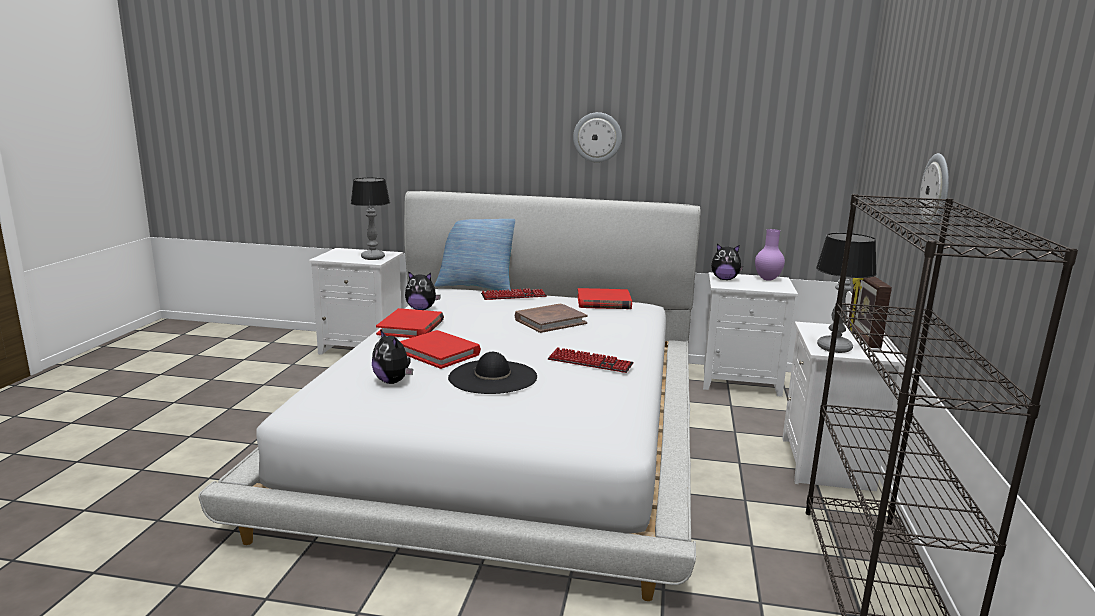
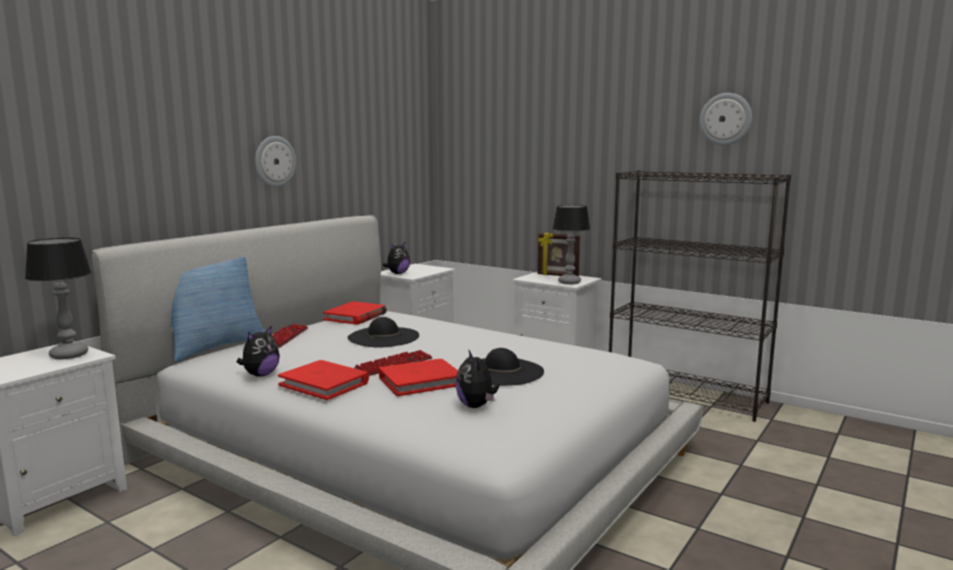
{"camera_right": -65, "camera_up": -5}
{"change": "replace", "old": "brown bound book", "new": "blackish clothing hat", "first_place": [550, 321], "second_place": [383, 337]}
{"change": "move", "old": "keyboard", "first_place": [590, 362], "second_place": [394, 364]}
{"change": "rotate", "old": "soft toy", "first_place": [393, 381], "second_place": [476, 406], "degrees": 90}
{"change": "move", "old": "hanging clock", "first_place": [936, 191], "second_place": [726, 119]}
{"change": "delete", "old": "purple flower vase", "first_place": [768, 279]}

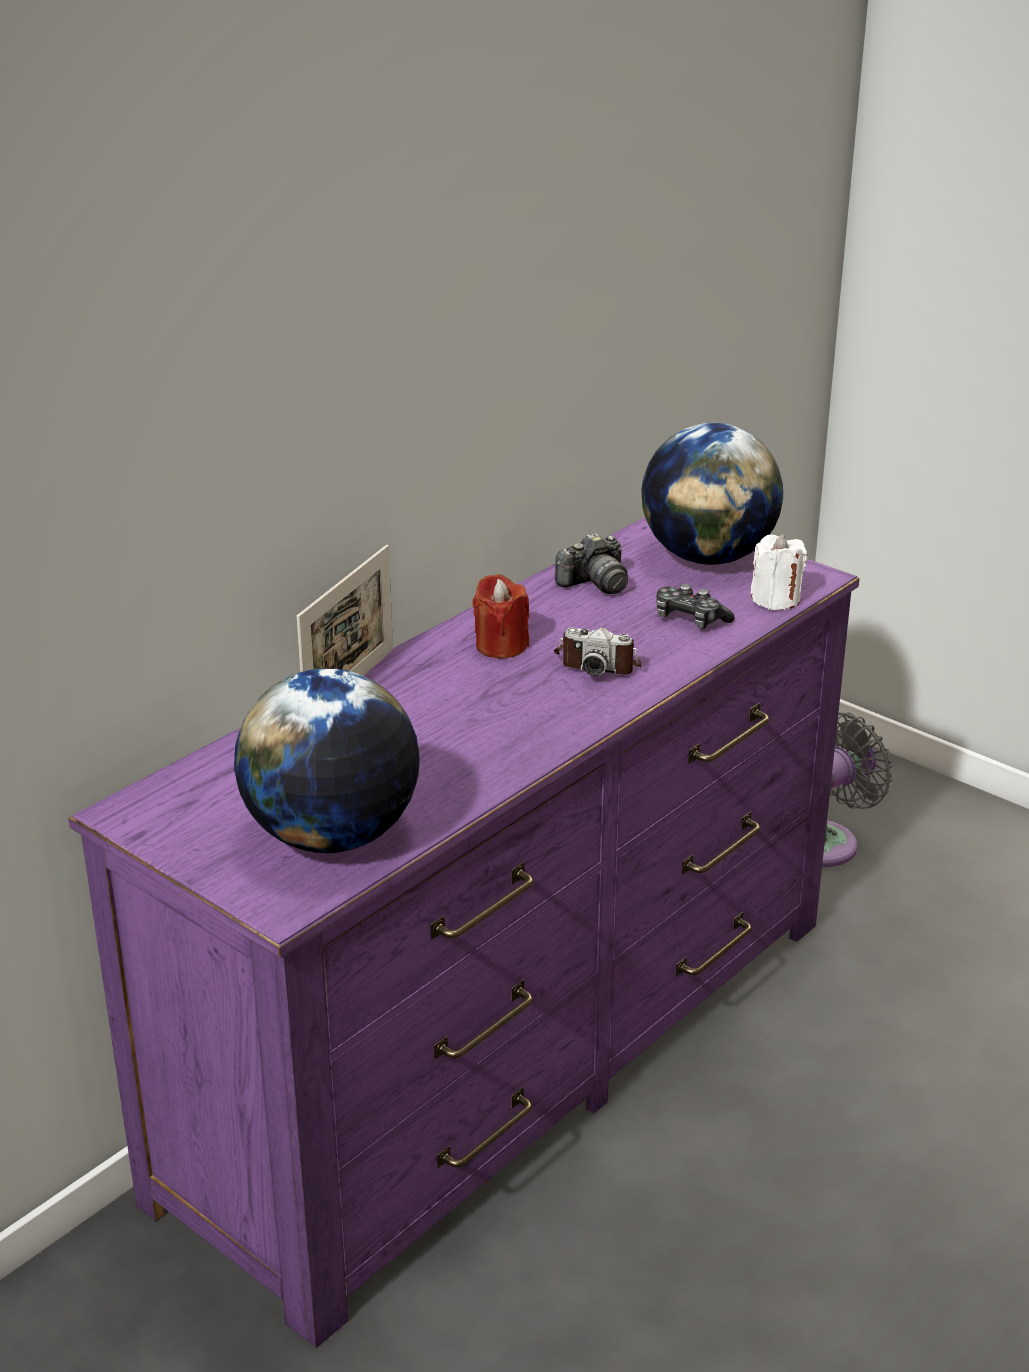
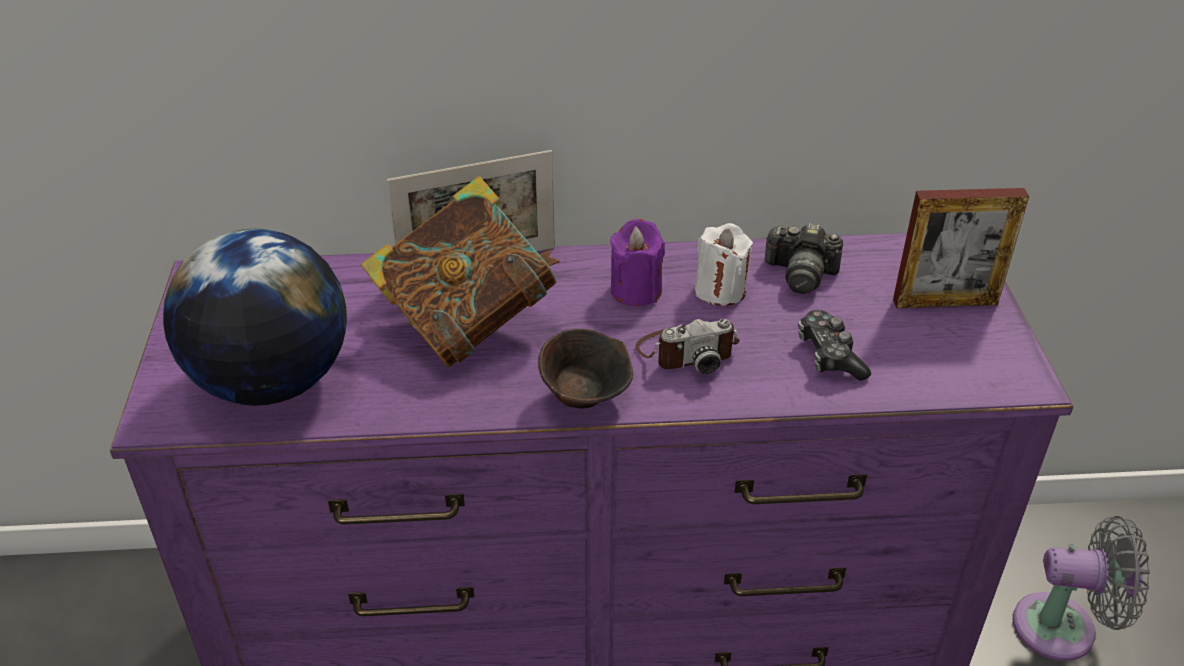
{"camera_right": 45, "camera_up": 10}
{"change": "insert", "new": "bound book", "second_place": [468, 322]}
{"change": "insert", "new": "brown serving bowl", "second_place": [585, 396]}
{"change": "recolor", "old": "reddish wax light", "new": "purple wax light", "first_place": [501, 646], "second_place": [636, 290]}
{"change": "rotate", "old": "still camera", "first_place": [598, 662], "second_place": [686, 351], "degrees": -75}
{"change": "move", "old": "white wax light", "first_place": [775, 599], "second_place": [720, 290]}
{"change": "replace", "old": "world globe", "new": "standing frame", "first_place": [708, 557], "second_place": [945, 302]}

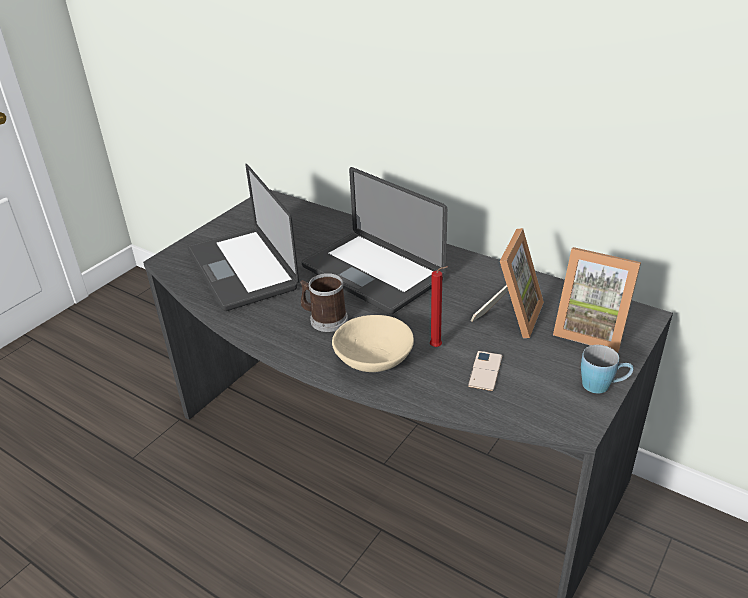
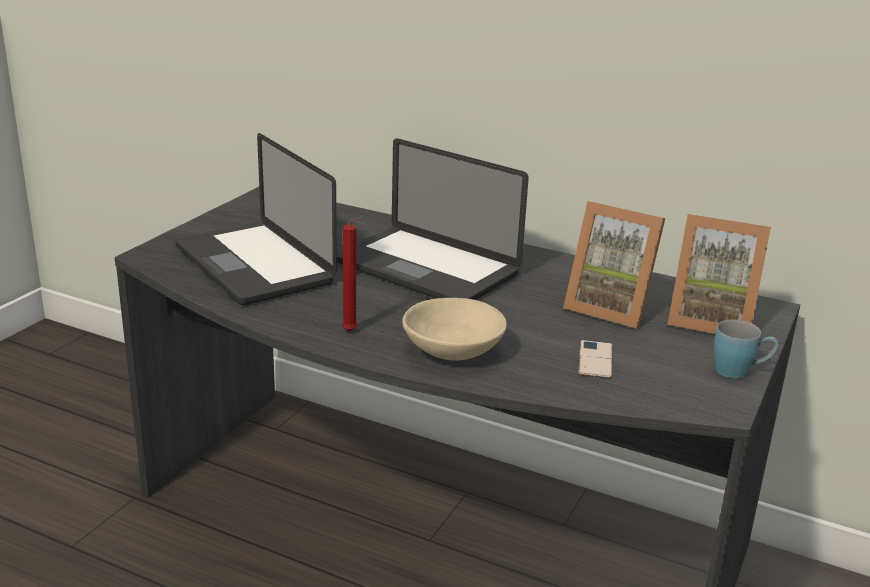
{"camera_right": -10, "camera_up": -10}
{"change": "move", "old": "reddish wax light", "first_place": [437, 347], "second_place": [352, 332]}
{"change": "rotate", "old": "standing frame", "first_place": [510, 316], "second_place": [610, 308], "degrees": 105}
{"change": "delete", "old": "tea mug", "first_place": [324, 319]}

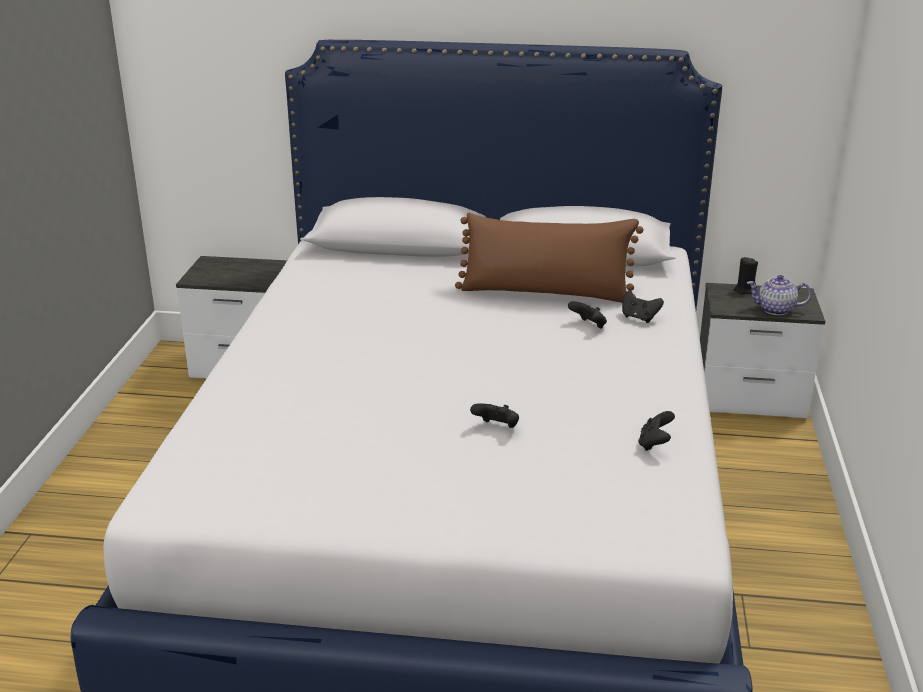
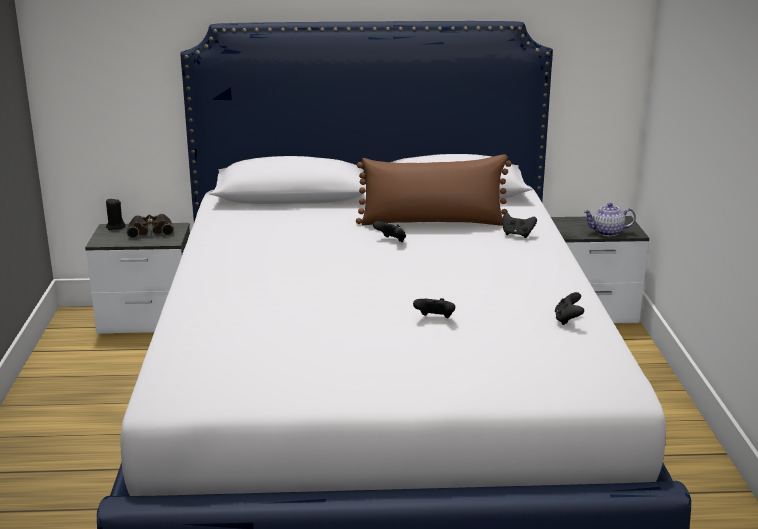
{"camera_right": -10, "camera_up": -5}
{"change": "move", "old": "blackish wax light", "first_place": [745, 290], "second_place": [115, 227]}
{"change": "insert", "new": "field glasses", "second_place": [151, 231]}
{"change": "move", "old": "blackish gamepad", "first_place": [588, 326], "second_place": [391, 241]}

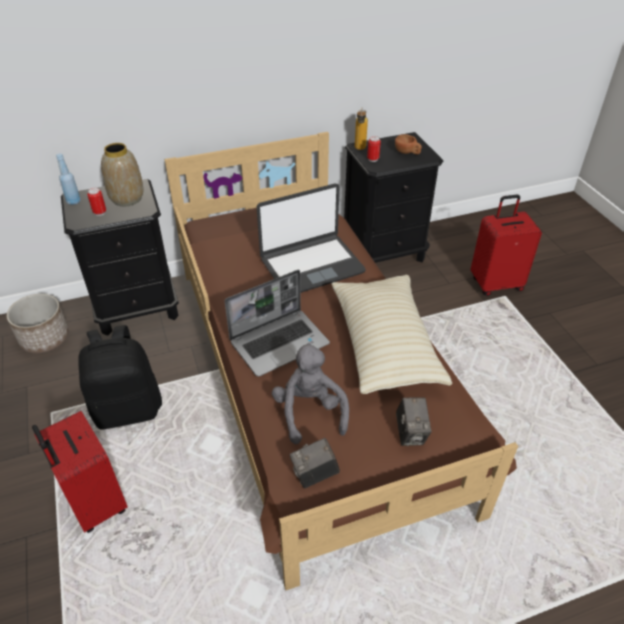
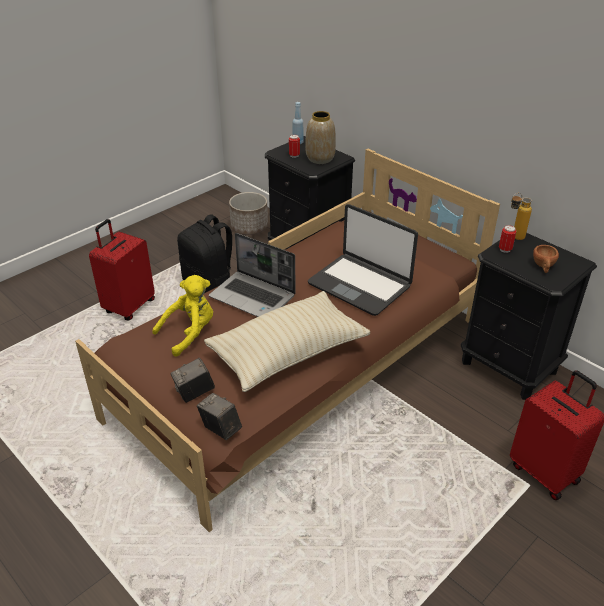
{"camera_right": 65, "camera_up": -5}
{"change": "recolor", "old": "greyish soft toy", "new": "yellow soft toy", "first_place": [309, 412], "second_place": [190, 333]}
{"change": "move", "old": "still camera", "first_place": [315, 475], "second_place": [220, 429]}

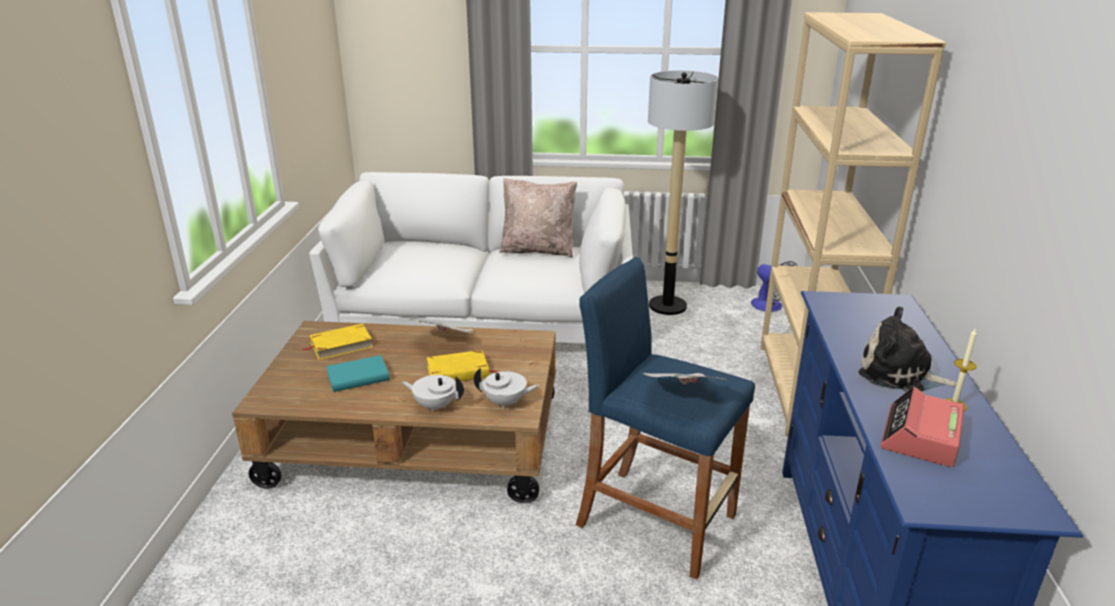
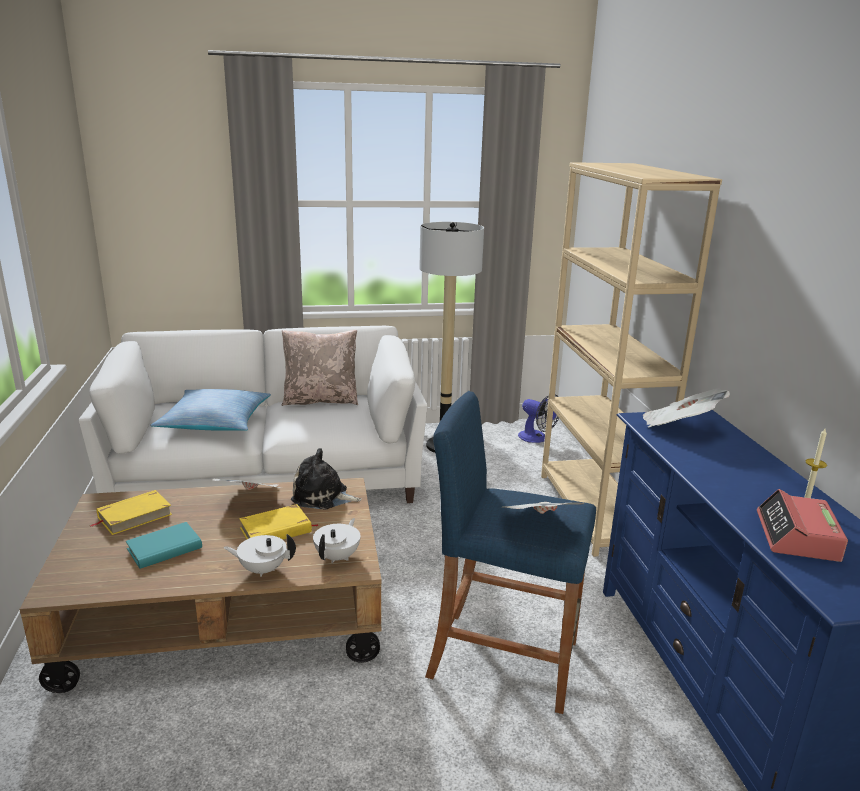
{"camera_right": -15, "camera_up": -5}
{"change": "insert", "new": "cushion", "second_place": [215, 421]}
{"change": "move", "old": "soft toy", "first_place": [900, 374], "second_place": [323, 496]}
{"change": "rotate", "old": "white pot for tea", "first_place": [505, 403], "second_place": [338, 556], "degrees": -60}
{"change": "insert", "new": "printed paper", "second_place": [679, 426]}

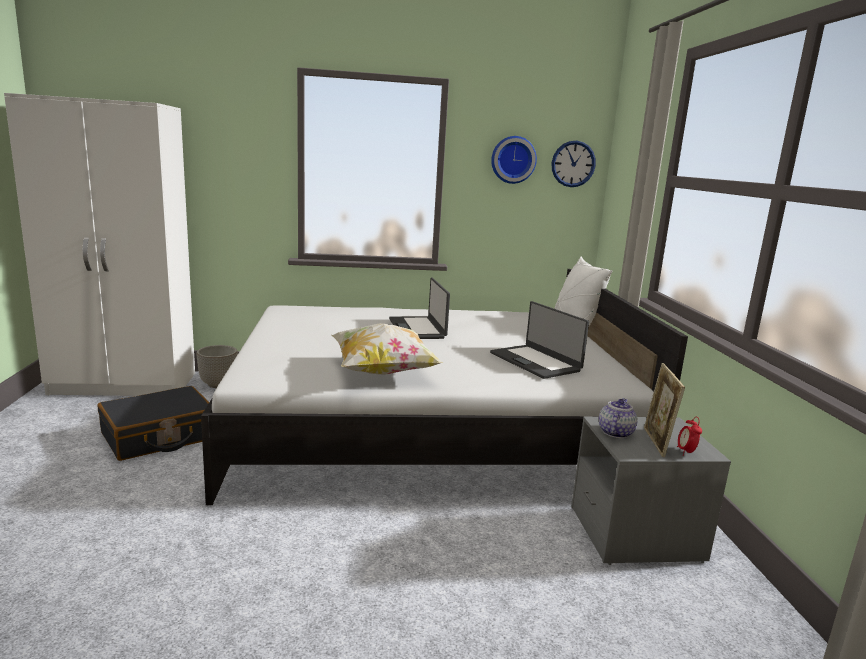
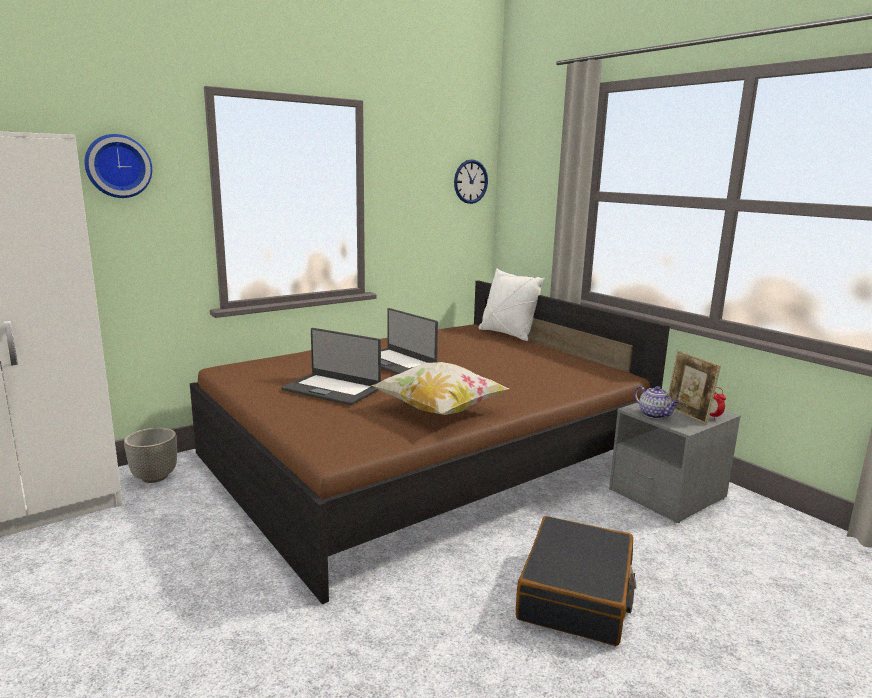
{"camera_right": -30, "camera_up": 0}
{"change": "move", "old": "hanging clock", "first_place": [513, 159], "second_place": [118, 166]}
{"change": "recolor", "old": "white bedroom bed", "new": "brown bedroom bed", "first_place": [426, 427], "second_place": [423, 459]}
{"change": "move", "old": "laptop", "first_place": [535, 362], "second_place": [332, 389]}
{"change": "move", "old": "blackish suitcase", "first_place": [159, 436], "second_place": [576, 595]}
{"change": "rotate", "old": "pot for tea", "first_place": [615, 432], "second_place": [655, 415], "degrees": 150}

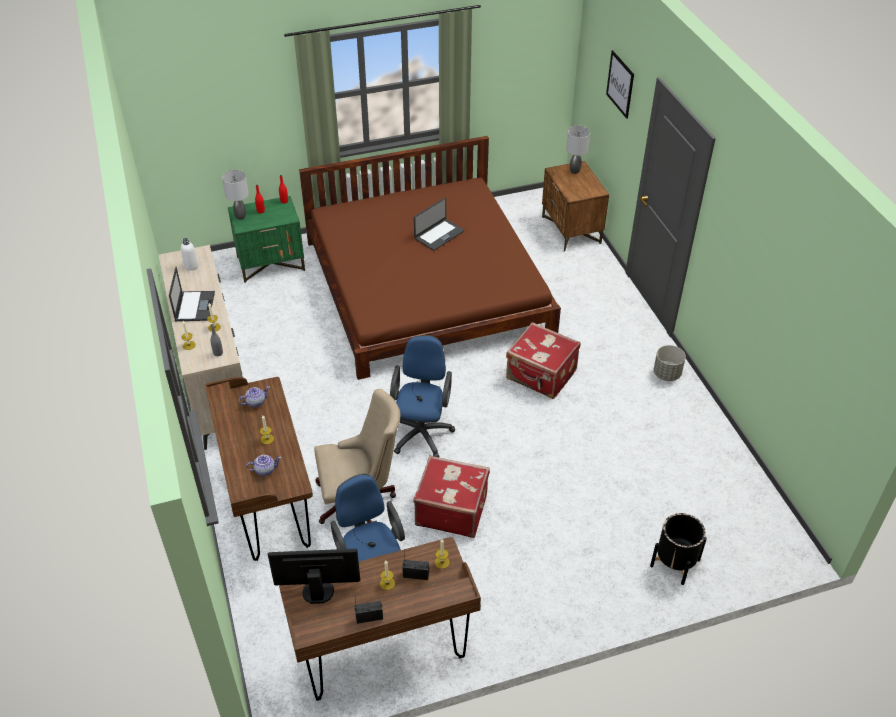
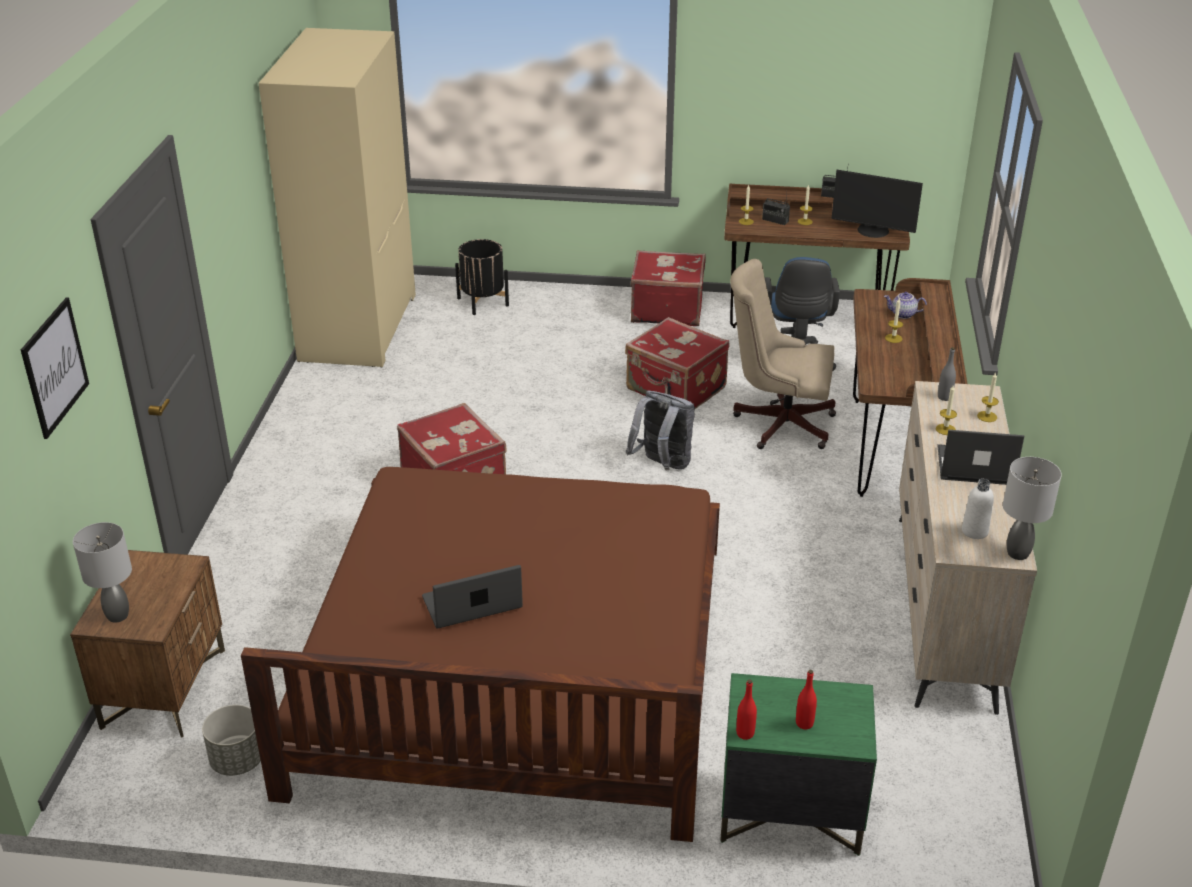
{"camera_right": -155, "camera_up": -10}
{"change": "move", "old": "greyish planter", "first_place": [666, 374], "second_place": [238, 760]}
{"change": "insert", "new": "beige-coloured wardrobe", "second_place": [357, 327]}
{"change": "replace", "old": "bluish desk chair", "new": "greyish backpack", "first_place": [422, 432], "second_place": [662, 465]}
{"change": "insert", "new": "reddish suitcase", "second_place": [666, 309]}
{"change": "rotate", "old": "laptop", "first_place": [194, 306], "second_place": [974, 466], "degrees": 75}
{"change": "move", "old": "greyish tabletop lamp", "first_place": [240, 216], "second_place": [1018, 553]}
{"change": "delete", "old": "pot for tea", "first_place": [256, 402]}

